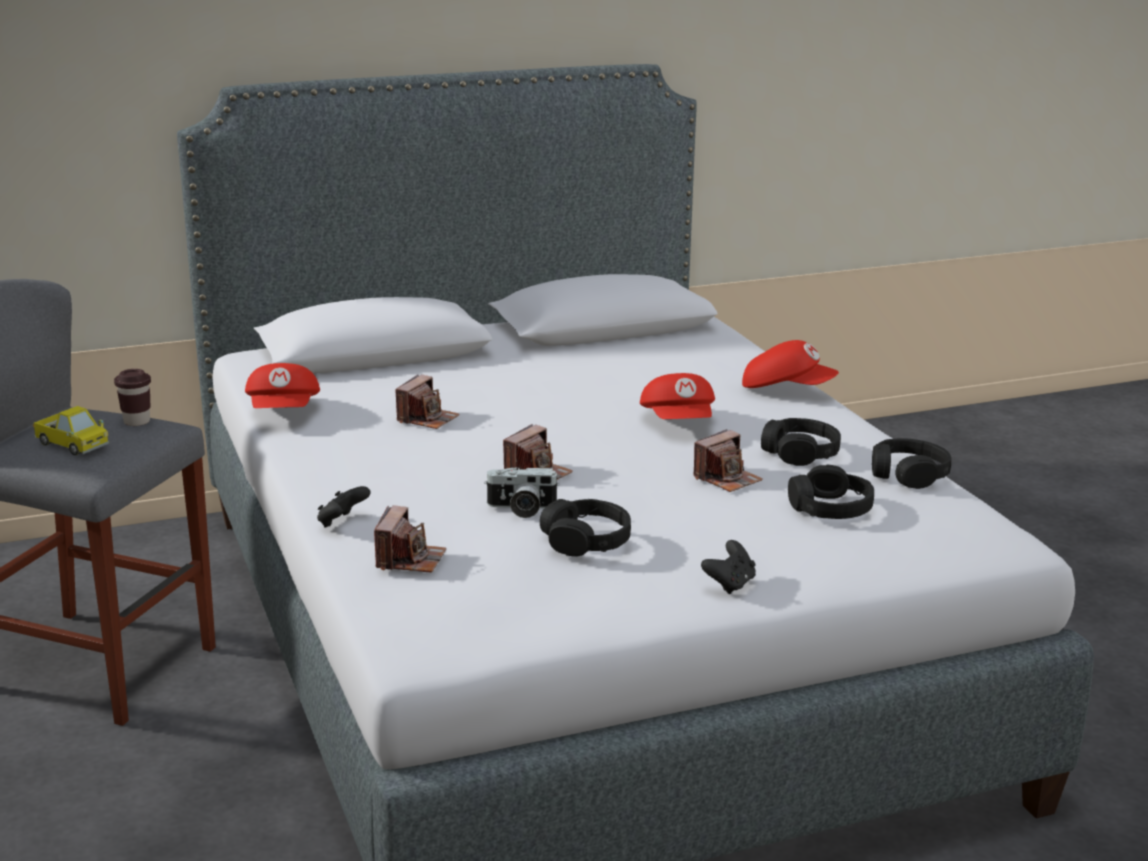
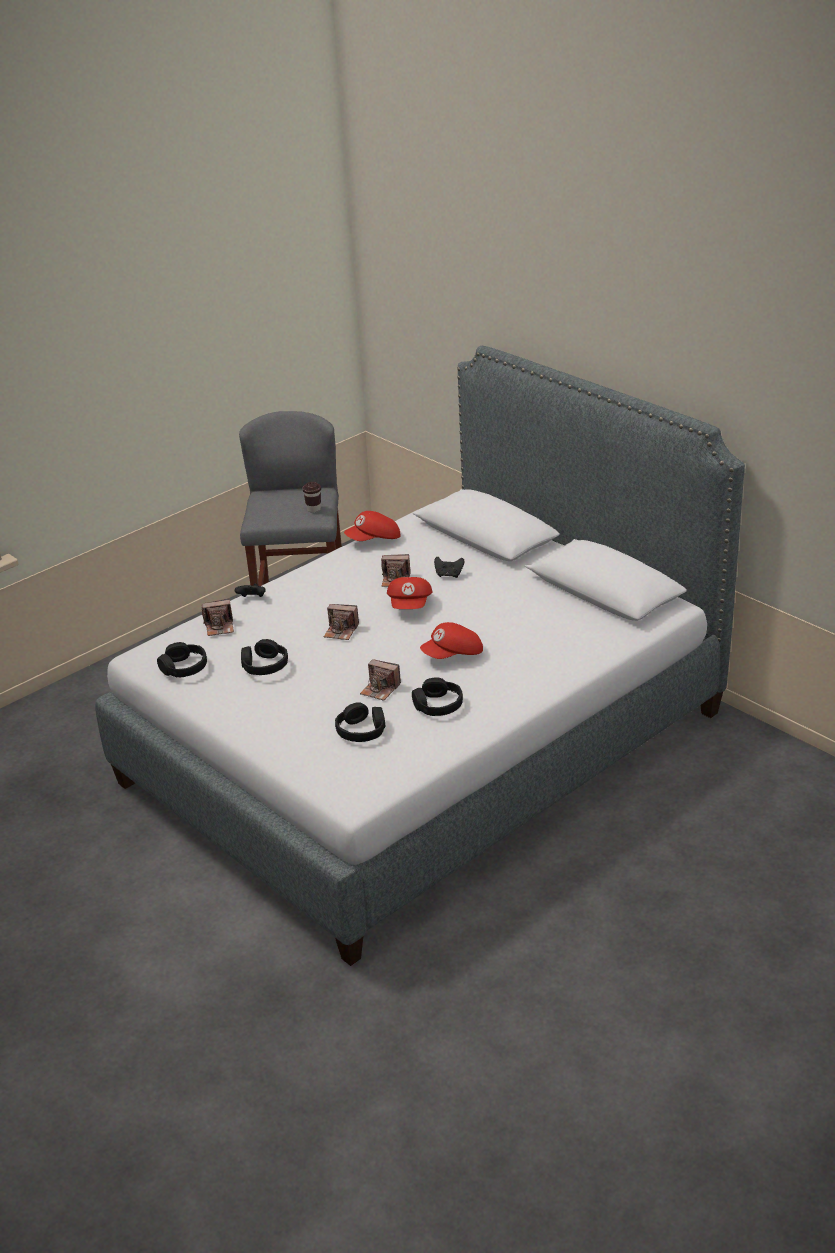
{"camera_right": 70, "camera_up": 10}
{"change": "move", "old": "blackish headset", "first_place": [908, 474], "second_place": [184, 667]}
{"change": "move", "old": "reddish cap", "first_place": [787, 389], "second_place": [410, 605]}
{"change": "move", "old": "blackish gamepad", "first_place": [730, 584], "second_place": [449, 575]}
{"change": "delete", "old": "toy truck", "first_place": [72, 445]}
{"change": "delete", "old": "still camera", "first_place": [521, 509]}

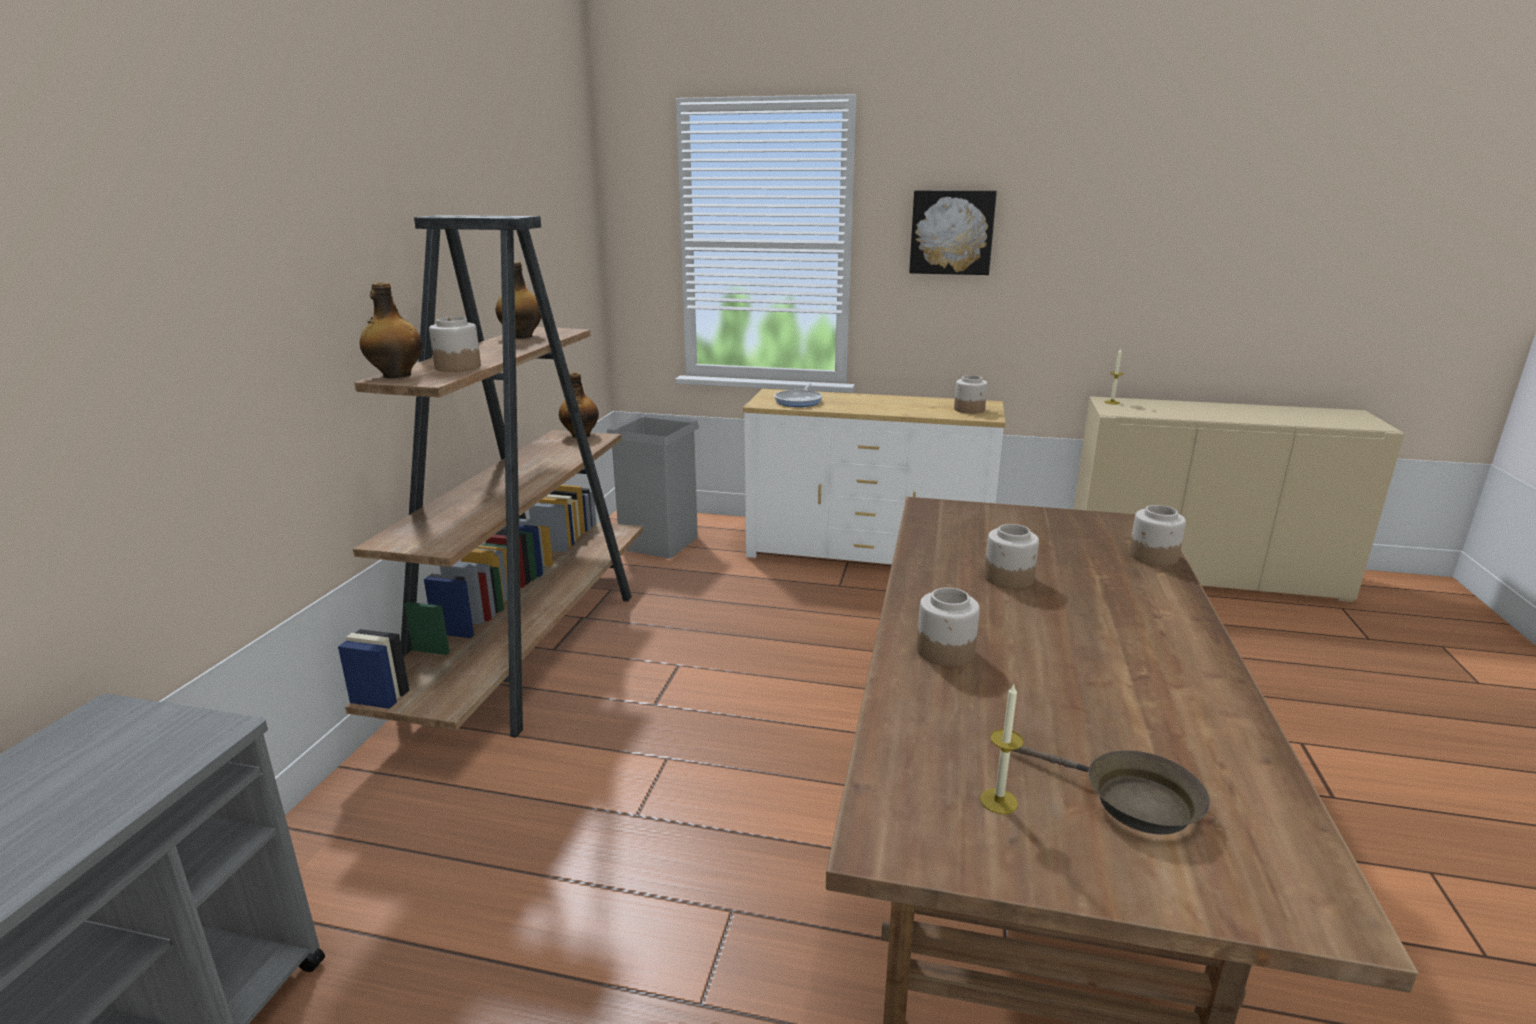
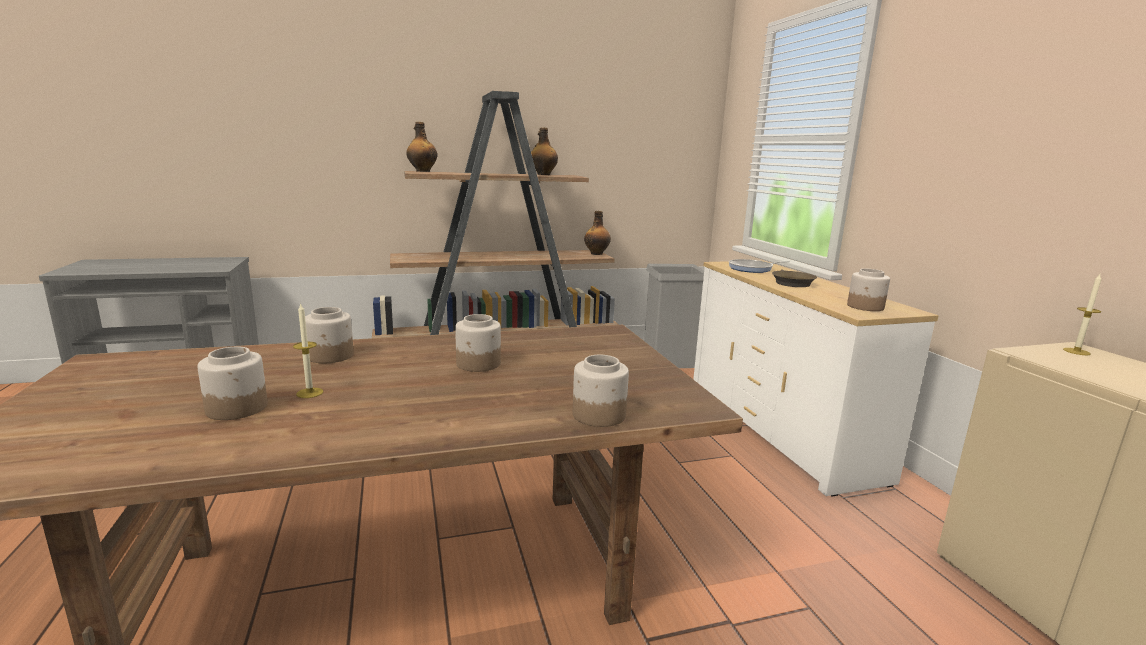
{"camera_right": 60, "camera_up": -5}
{"change": "move", "old": "preserve jar", "first_place": [458, 367], "second_place": [237, 408]}
{"change": "move", "old": "wax light", "first_place": [999, 801], "second_place": [309, 393]}
{"change": "move", "old": "brown skillet", "first_place": [1131, 800], "second_place": [791, 283]}
{"change": "delete", "old": "picture", "first_place": [952, 232]}

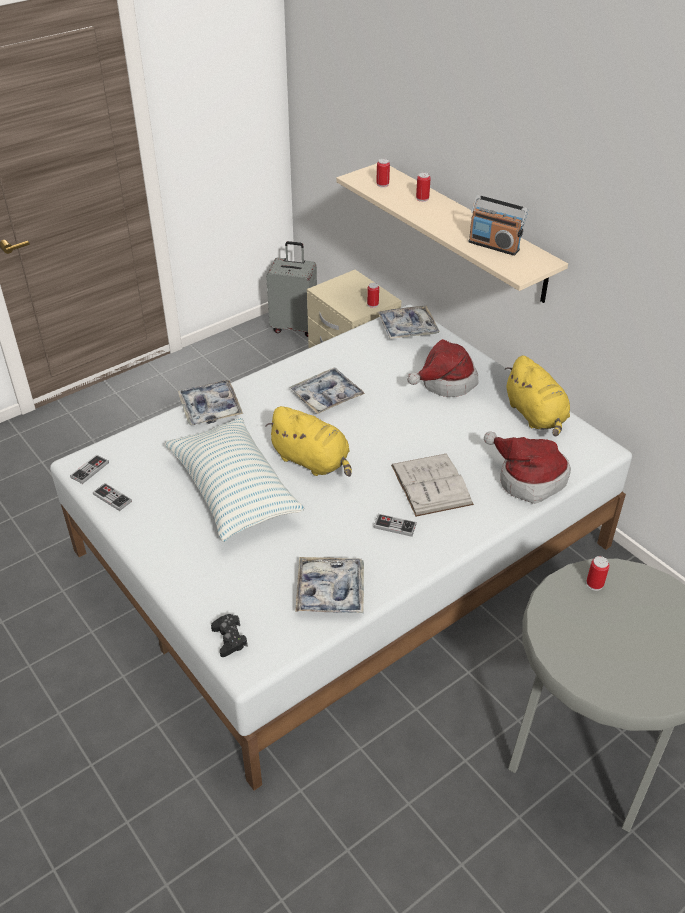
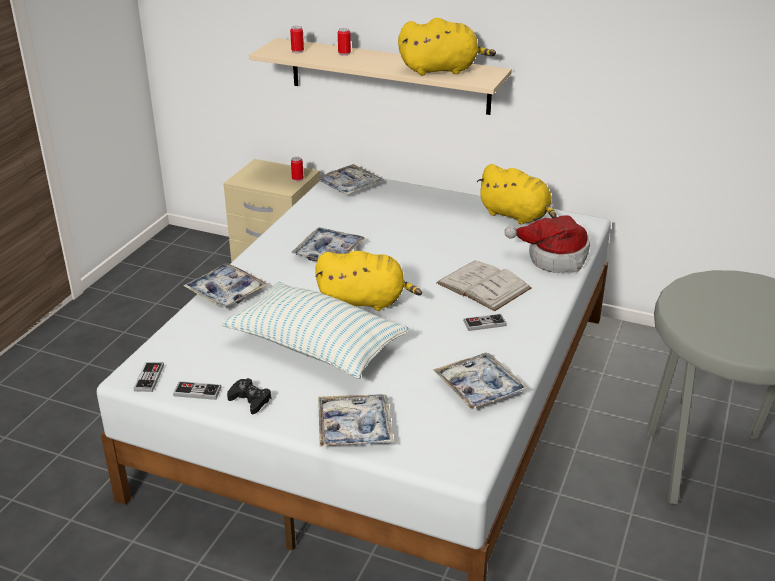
{"camera_right": -30, "camera_up": -10}
{"change": "move", "old": "blackish gamepad", "first_place": [229, 638], "second_place": [250, 400]}
{"change": "insert", "new": "tray", "second_place": [354, 428]}
{"change": "replace", "old": "radio set", "new": "yellow soft toy", "first_place": [494, 246], "second_place": [442, 70]}
{"change": "delete", "old": "greyish suitcase", "first_place": [295, 327]}
{"change": "delete", "old": "clothing hat", "first_place": [444, 382]}
{"change": "delete", "old": "sealed can", "first_place": [594, 584]}

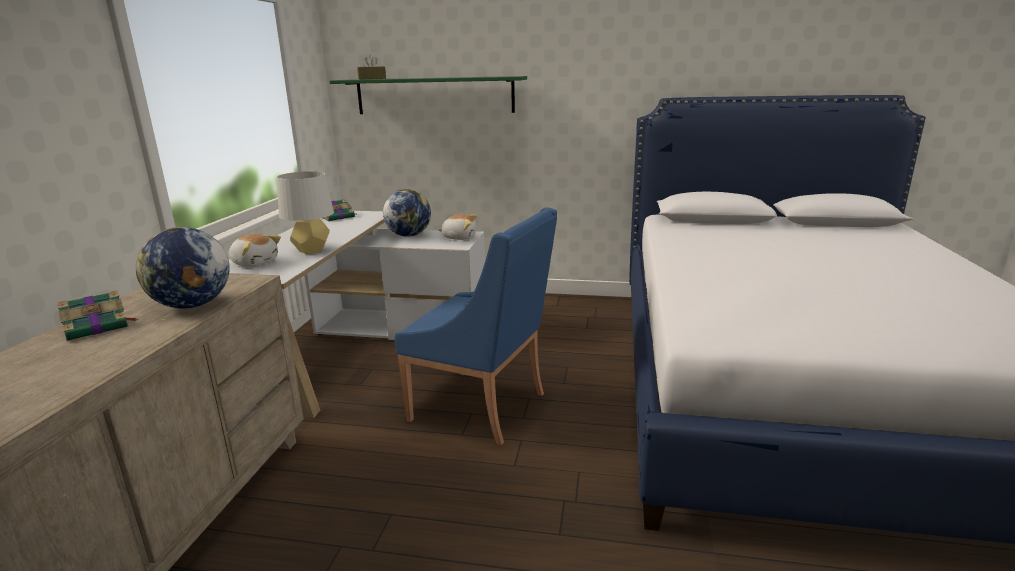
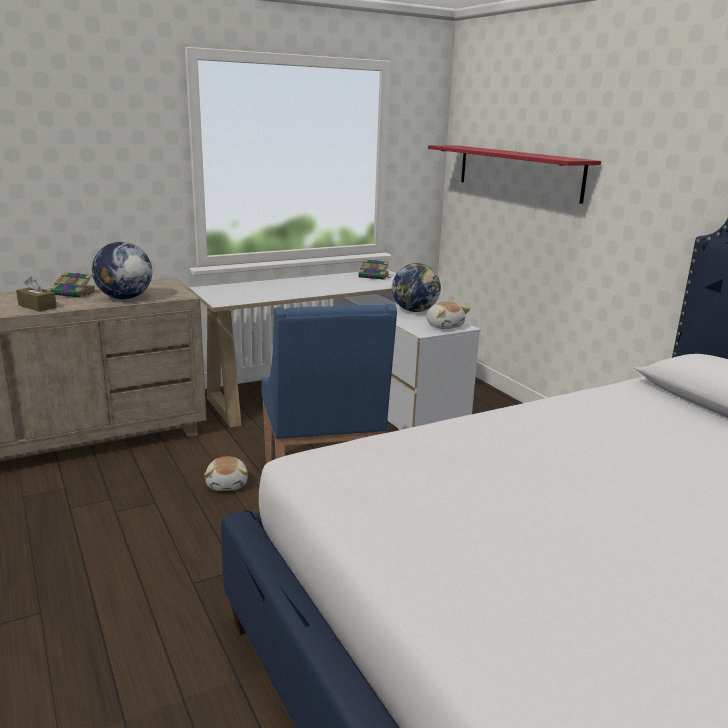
{"camera_right": 50, "camera_up": 0}
{"change": "move", "old": "brown tissue box", "first_place": [372, 79], "second_place": [37, 306]}
{"change": "move", "old": "soft toy", "first_place": [255, 263], "second_place": [227, 484]}
{"change": "recolor", "old": "green bracket shelf", "new": "reddish bracket shelf", "first_place": [434, 95], "second_place": [518, 172]}
{"change": "delete", "old": "greyish tabletop lamp", "first_place": [312, 250]}

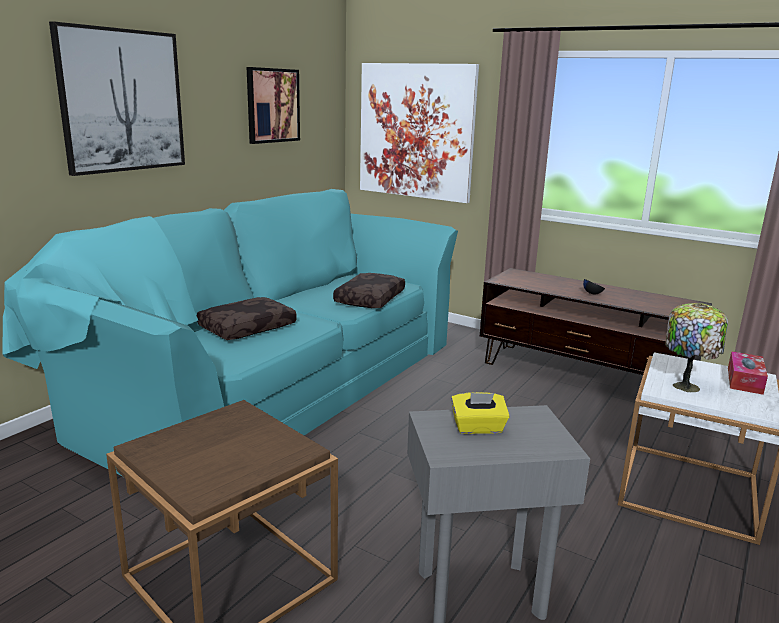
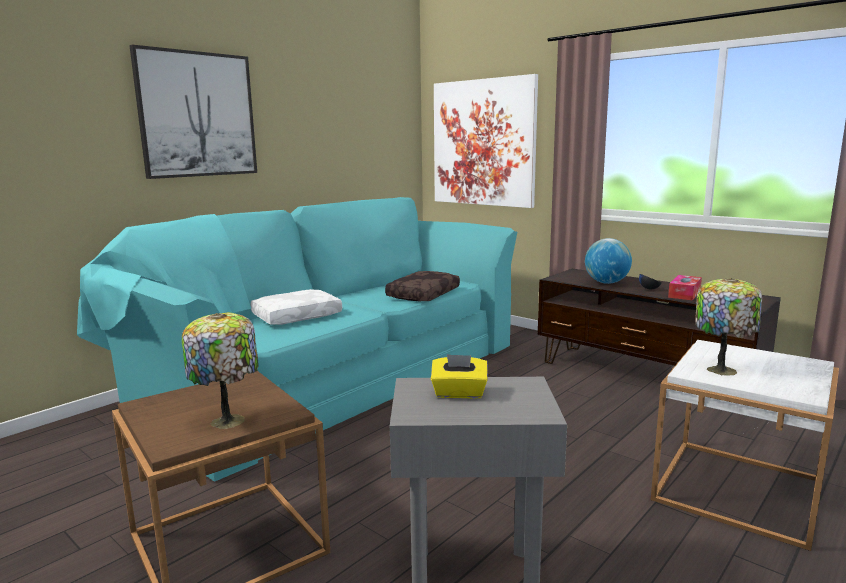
{"camera_right": 10, "camera_up": -5}
{"change": "insert", "new": "tabletop lamp", "second_place": [229, 420]}
{"change": "recolor", "old": "brown cushion", "new": "white cushion", "first_place": [247, 327], "second_place": [297, 316]}
{"change": "insert", "new": "world globe", "second_place": [606, 283]}
{"change": "move", "old": "tissue box", "first_place": [744, 380], "second_place": [684, 294]}
{"change": "delete", "old": "picture", "first_place": [272, 105]}

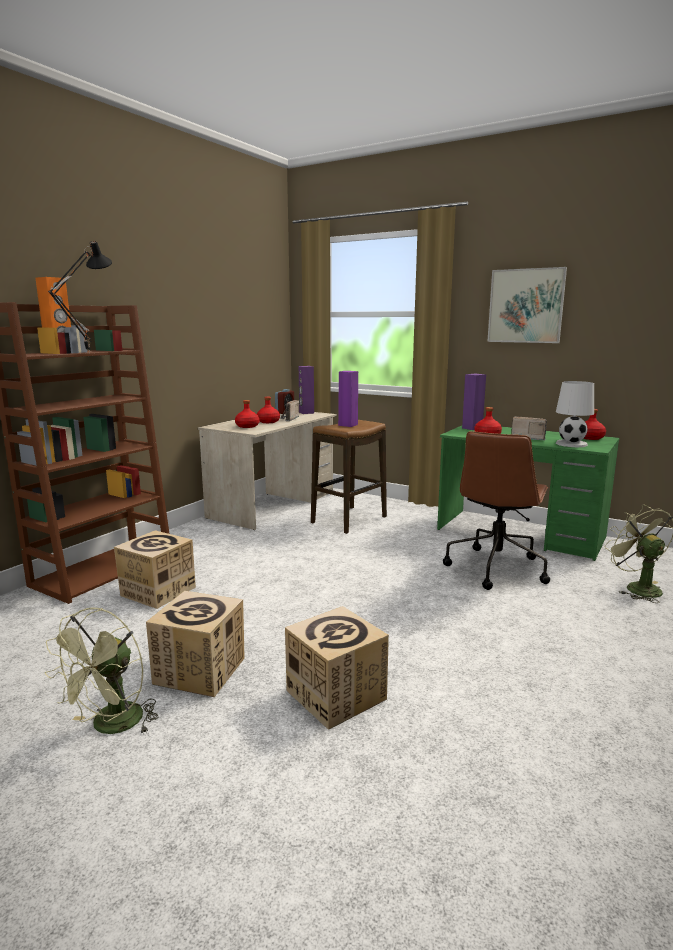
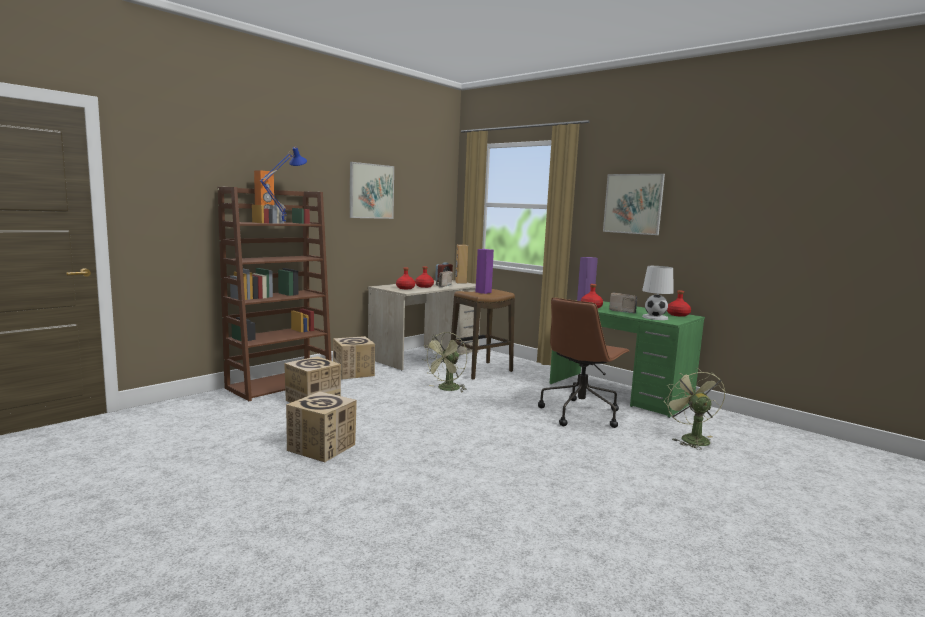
{"camera_right": 10, "camera_up": -5}
{"change": "recolor", "old": "blackish tabletop lamp", "new": "bluish tabletop lamp", "first_place": [87, 352], "second_place": [283, 223]}
{"change": "move", "old": "carton", "first_place": [336, 695], "second_place": [353, 373]}
{"change": "insert", "new": "picture", "second_place": [371, 191]}
{"change": "move", "old": "green electric fan", "first_place": [111, 727], "second_place": [446, 389]}
{"change": "recolor", "old": "purple loudspeaker", "new": "brown loudspeaker", "first_place": [306, 412], "second_place": [460, 282]}

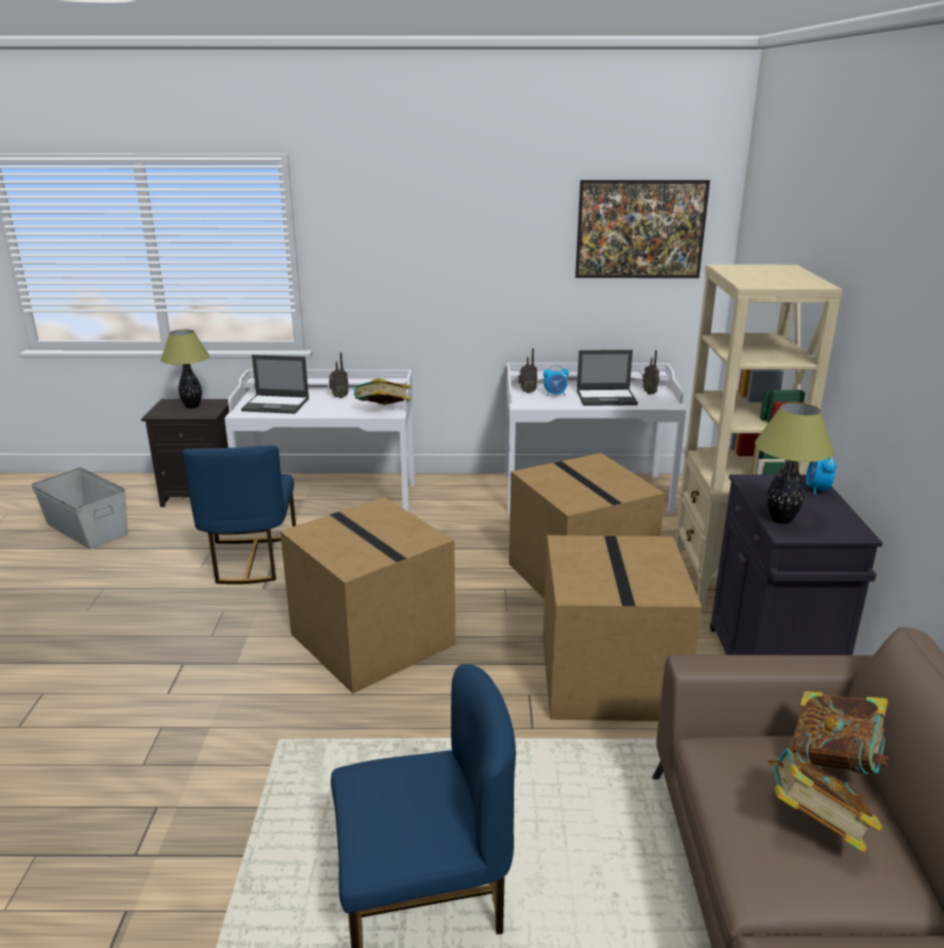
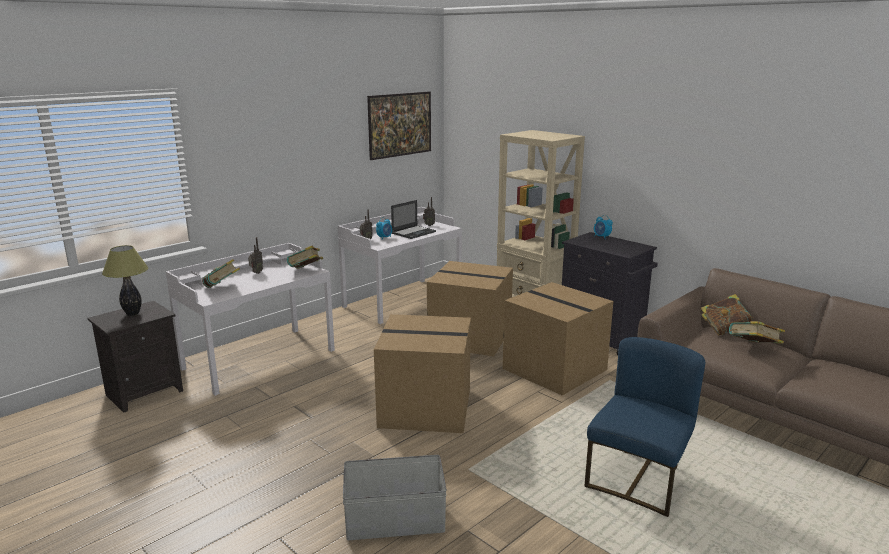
{"camera_right": -45, "camera_up": -5}
{"change": "replace", "old": "laptop", "new": "bound book", "first_place": [276, 404], "second_place": [222, 288]}
{"change": "move", "old": "greyish storage container", "first_place": [87, 528], "second_place": [394, 520]}
{"change": "delete", "old": "bluish chair", "first_place": [250, 560]}
{"change": "delete", "old": "tabletop lamp", "first_place": [780, 519]}

